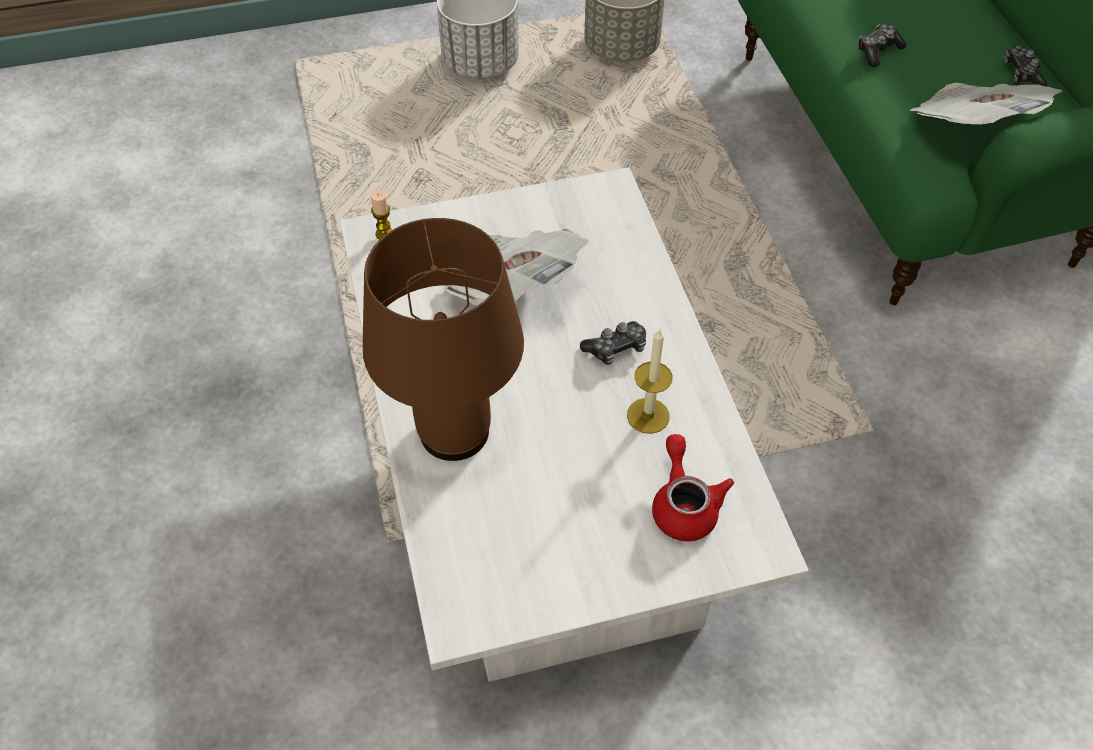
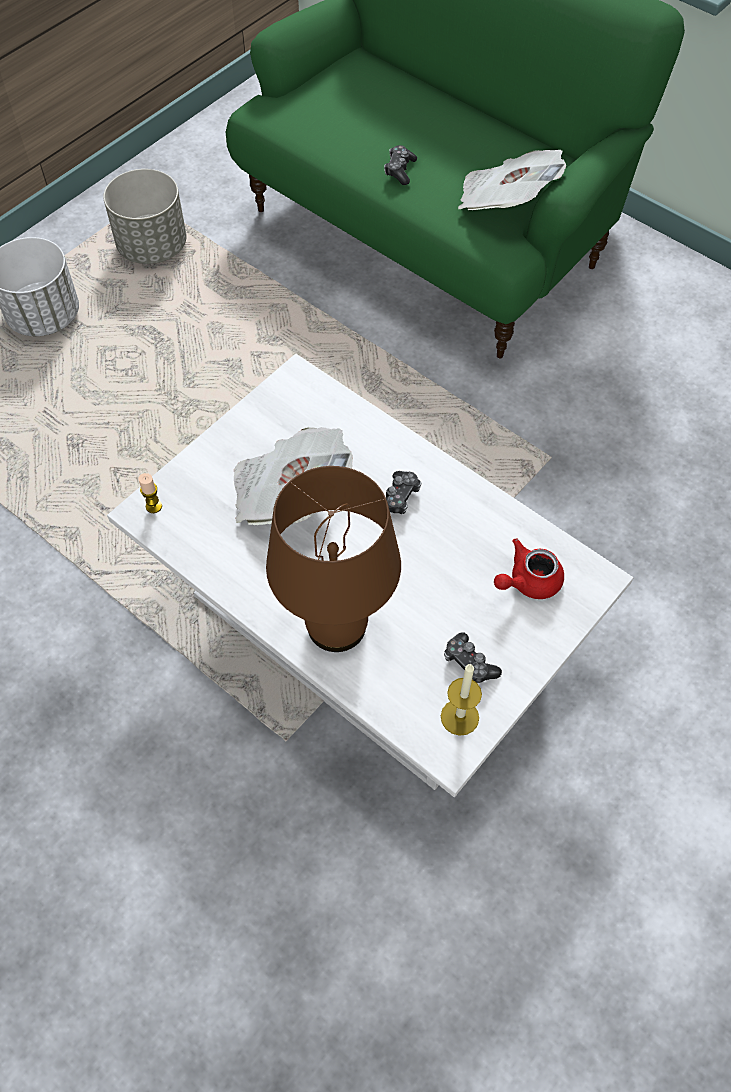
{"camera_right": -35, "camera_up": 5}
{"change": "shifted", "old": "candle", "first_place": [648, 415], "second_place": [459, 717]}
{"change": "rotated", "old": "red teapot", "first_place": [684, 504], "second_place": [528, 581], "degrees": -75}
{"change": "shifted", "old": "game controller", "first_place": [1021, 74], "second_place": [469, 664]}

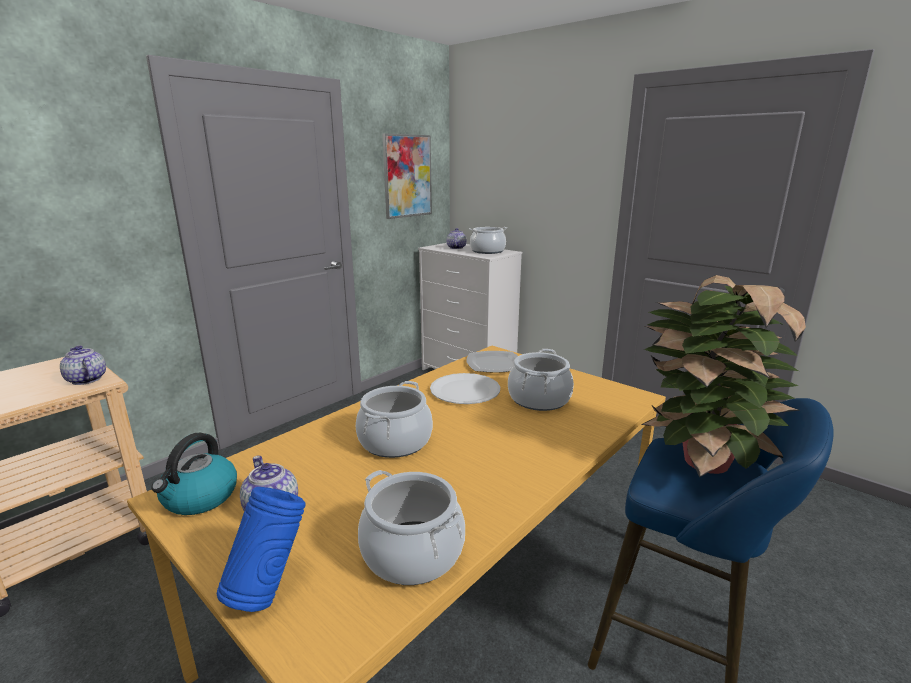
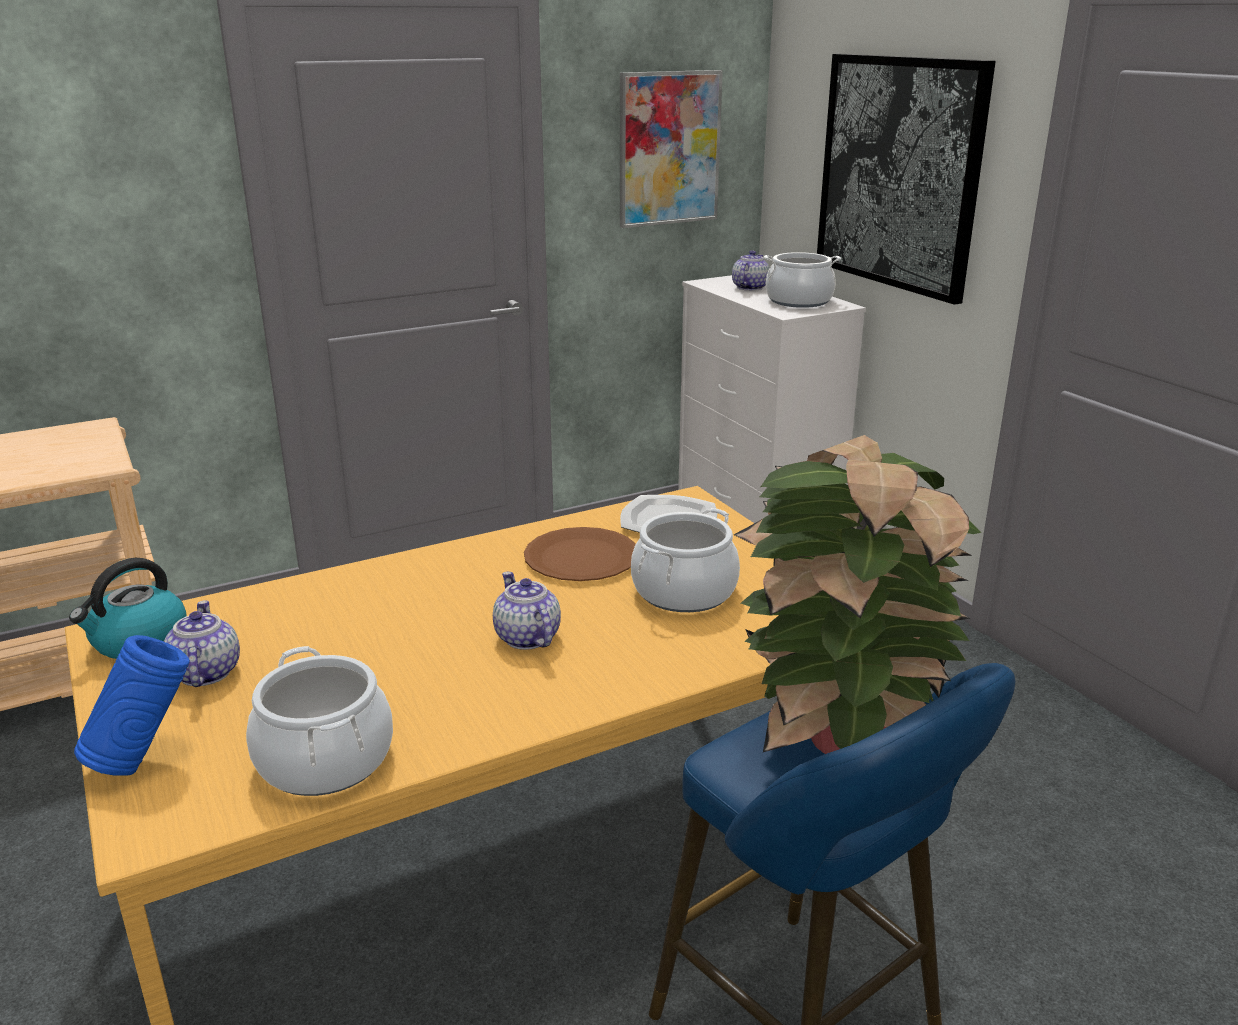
{"camera_right": 20, "camera_up": 5}
{"change": "shifted", "old": "teapot", "first_place": [86, 380], "second_place": [526, 637]}
{"change": "gone", "old": "cooking pot", "first_place": [395, 441]}
{"change": "repainted", "old": "white plate", "new": "brown plate", "first_place": [465, 390], "second_place": [581, 557]}
{"change": "new", "new": "picture", "second_place": [899, 173]}

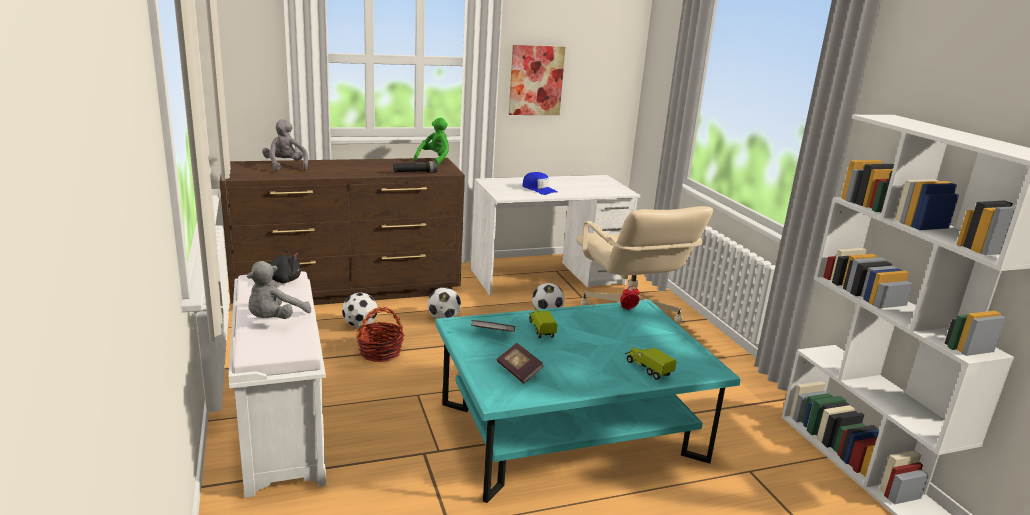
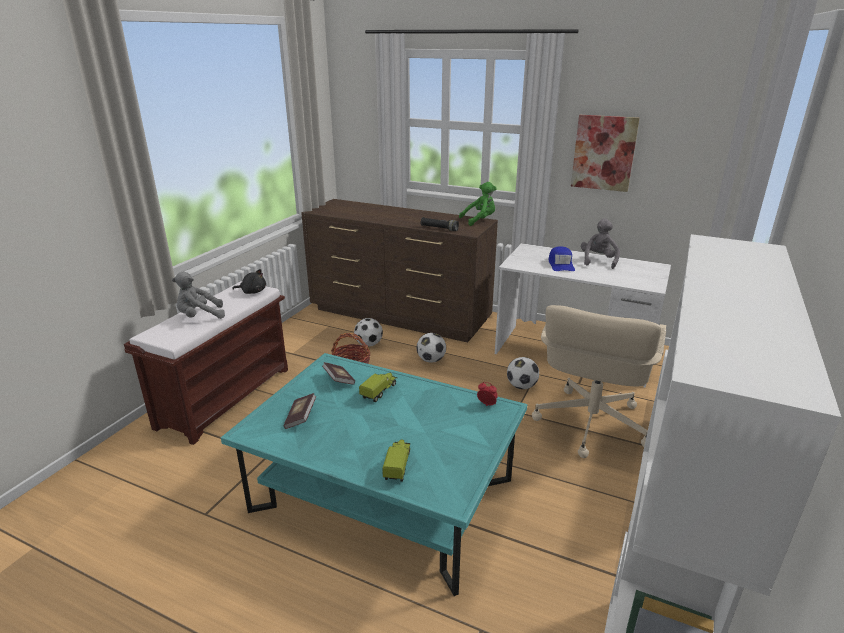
{"camera_right": 45, "camera_up": 5}
{"change": "repainted", "old": "white bench", "new": "brown bench", "first_place": [281, 429], "second_place": [226, 396]}
{"change": "shifted", "old": "grey plush toy", "first_place": [285, 166], "second_place": [598, 261]}

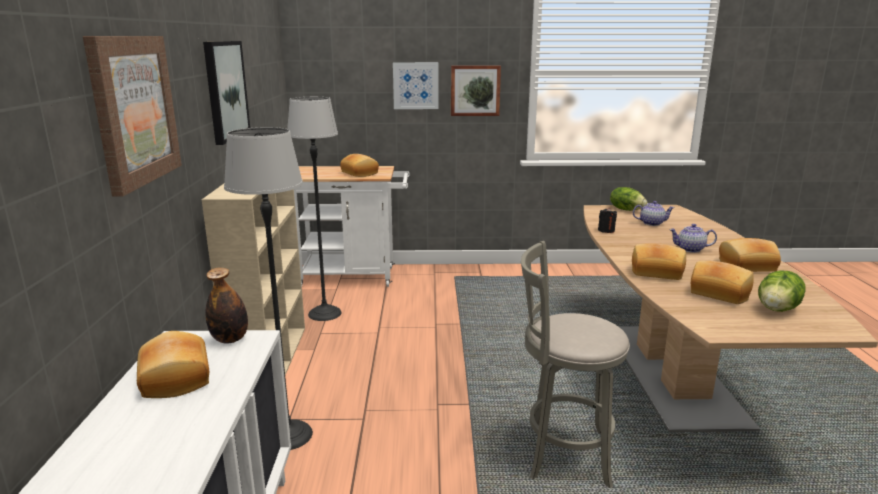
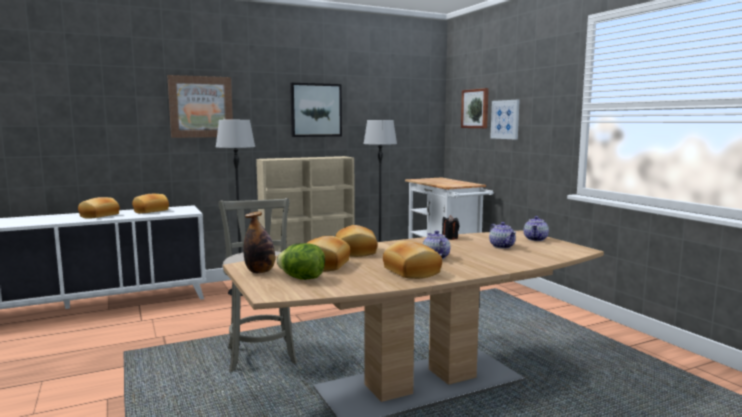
{"camera_right": 65, "camera_up": -10}
{"change": "shifted", "old": "bottle", "first_place": [230, 339], "second_place": [260, 272]}
{"change": "shifted", "old": "bread", "first_place": [360, 173], "second_place": [100, 216]}
{"change": "shifted", "old": "picture", "first_place": [475, 90], "second_place": [475, 108]}
{"change": "swapped", "old": "lettuce", "new": "teapot", "first_place": [626, 209], "second_place": [536, 239]}

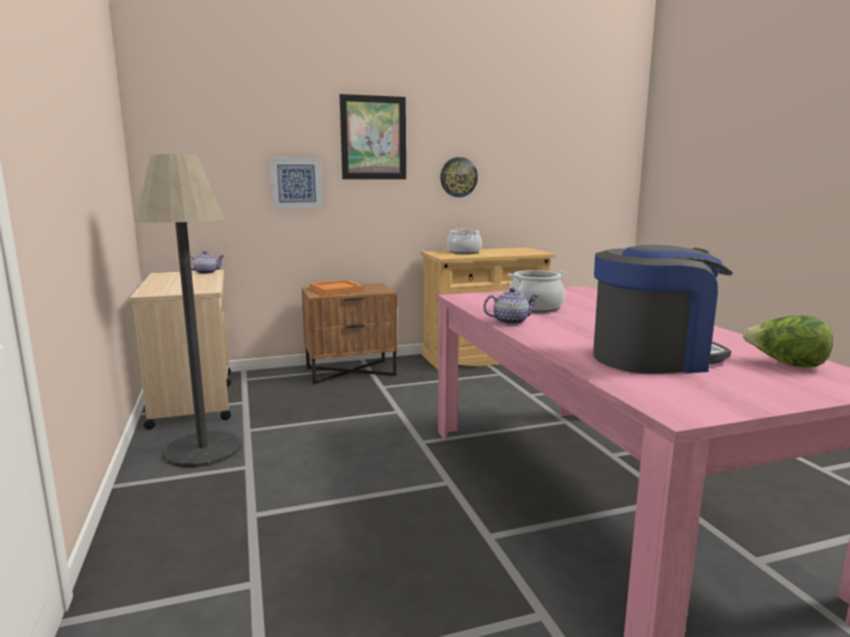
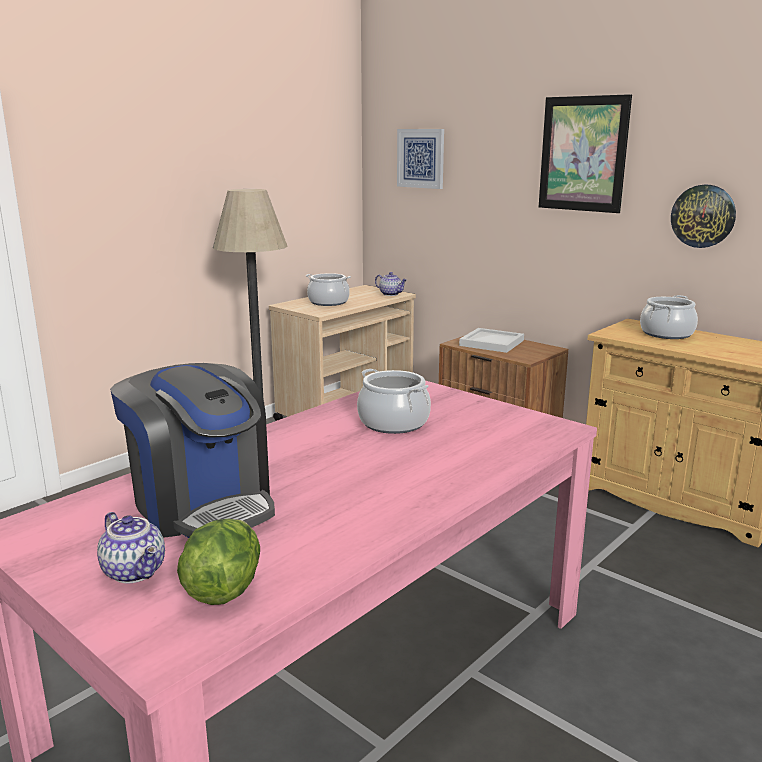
{"camera_right": 60, "camera_up": 5}
{"change": "shifted", "old": "picture", "first_place": [296, 183], "second_place": [421, 158]}
{"change": "repainted", "old": "orange tray", "new": "white tray", "first_place": [335, 290], "second_place": [491, 342]}
{"change": "shifted", "old": "teapot", "first_place": [510, 321], "second_place": [136, 571]}
{"change": "new", "new": "cooking pot", "second_place": [328, 302]}

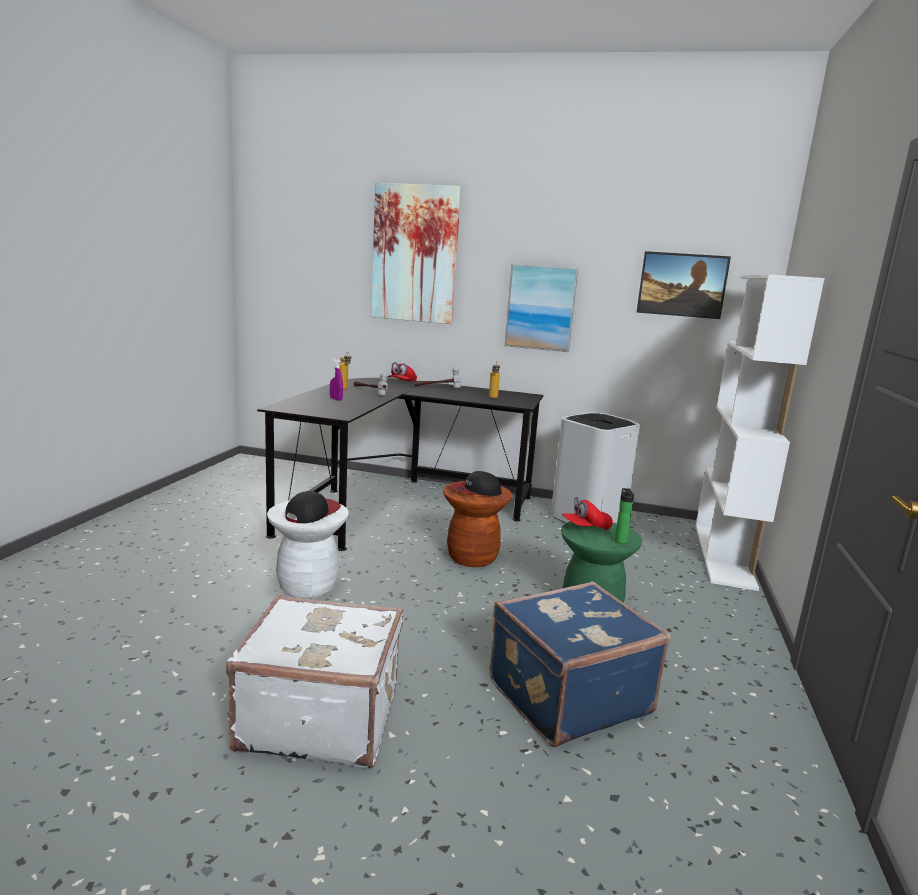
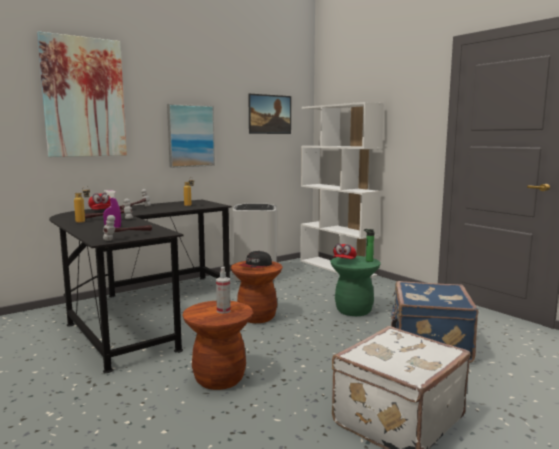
{"camera_right": -50, "camera_up": -5}
{"change": "repainted", "old": "white stool", "new": "brown stool", "first_place": [307, 587], "second_place": [219, 379]}
{"change": "swapped", "old": "cap", "new": "spray bottle", "first_place": [312, 513], "second_place": [223, 310]}
{"change": "new", "new": "hammer", "second_place": [128, 236]}

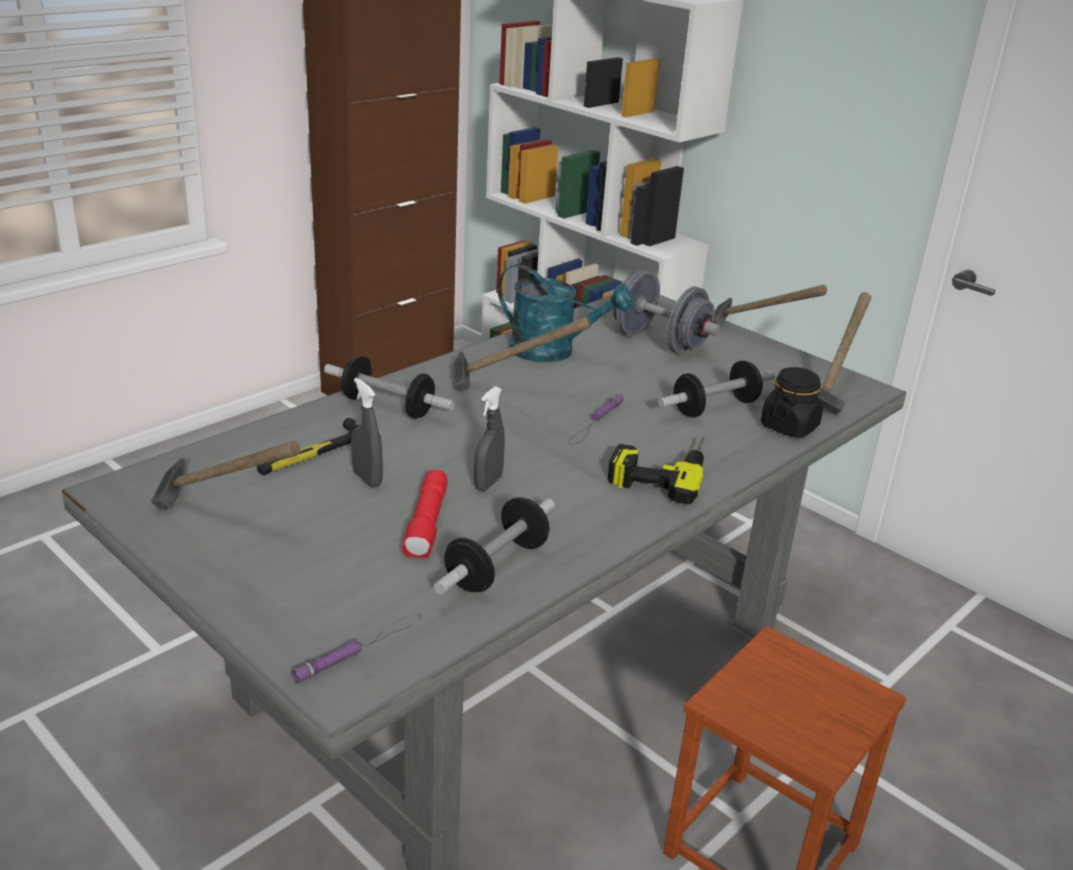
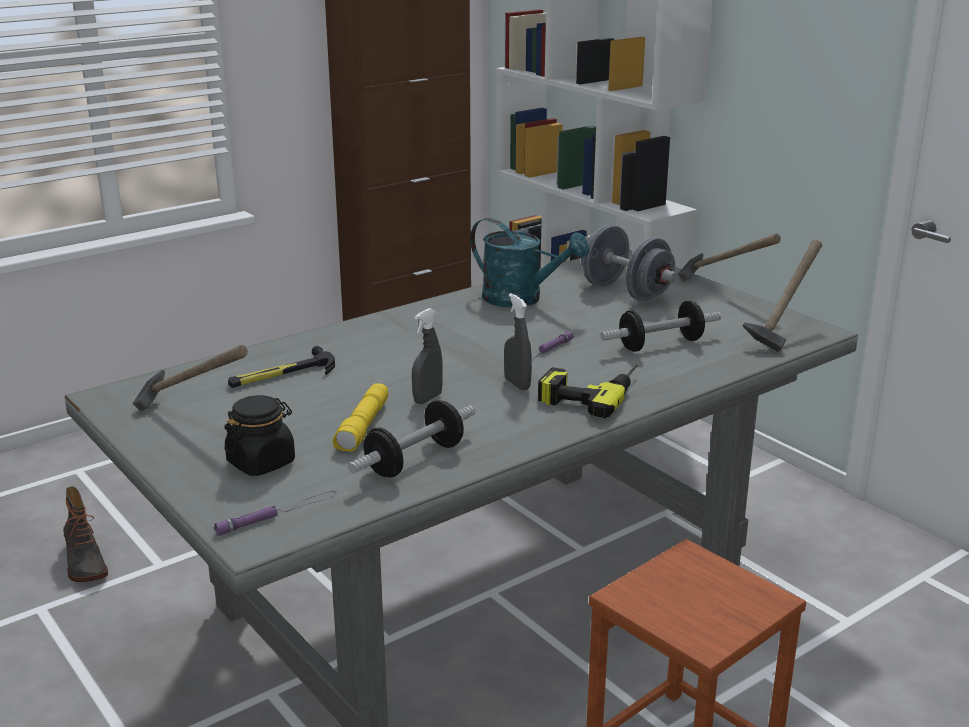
{"camera_right": 10, "camera_up": -5}
{"change": "gone", "old": "dumbbell", "first_place": [388, 406]}
{"change": "shifted", "old": "grey spray bottle", "first_place": [367, 479], "second_place": [517, 384]}
{"change": "repainted", "old": "red flashlight", "new": "yellow flashlight", "first_place": [428, 524], "second_place": [364, 428]}
{"change": "gone", "old": "hammer", "first_place": [511, 389]}
{"change": "shifted", "old": "black jar", "first_place": [789, 426], "second_place": [261, 462]}
{"change": "new", "new": "boot", "second_place": [84, 563]}

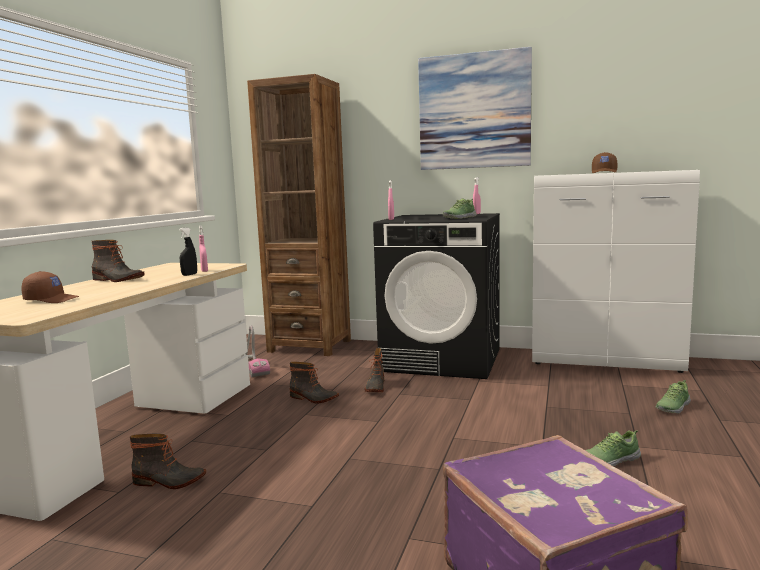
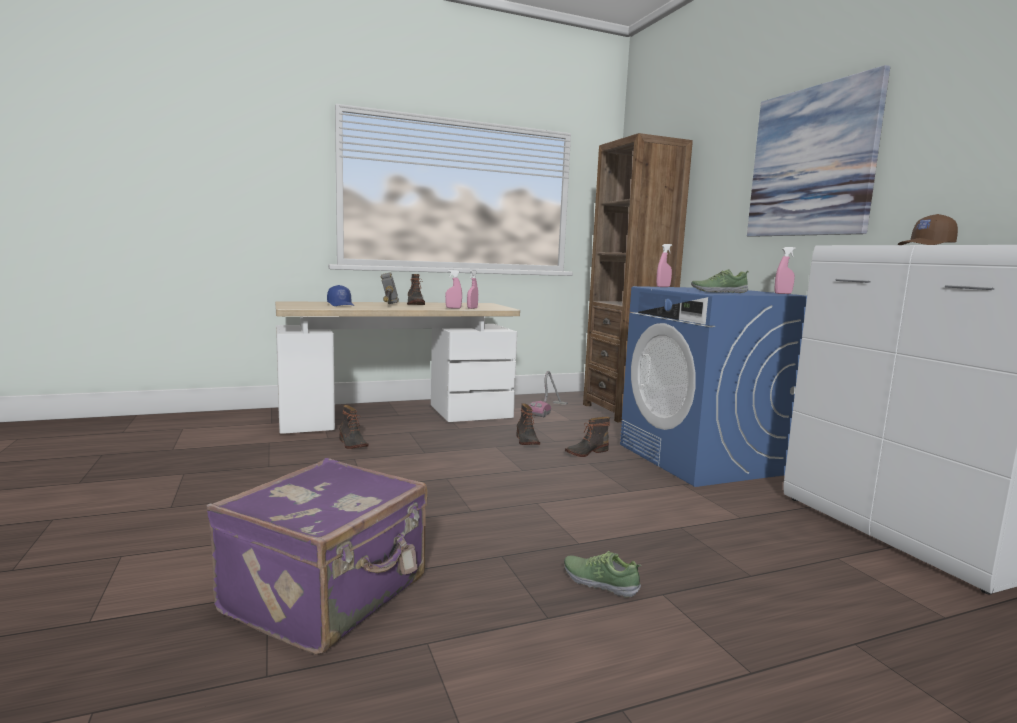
{"camera_right": 50, "camera_up": 0}
{"change": "repainted", "old": "brown cap", "new": "blue cap", "first_place": [52, 300], "second_place": [341, 305]}
{"change": "repainted", "old": "black spray bottle", "new": "pink spray bottle", "first_place": [189, 274], "second_place": [453, 308]}
{"change": "repainted", "old": "black washing machine", "new": "blue washing machine", "first_place": [443, 360], "second_place": [702, 459]}
{"change": "gone", "old": "shoe", "first_place": [672, 407]}
{"change": "new", "new": "hammer", "second_place": [388, 306]}

